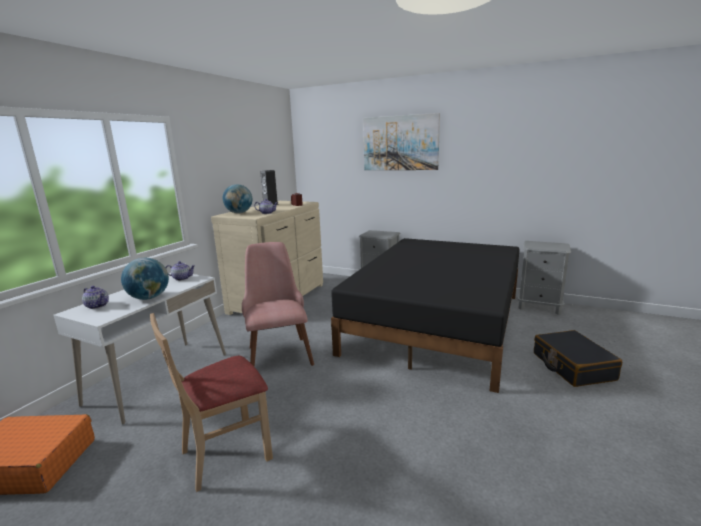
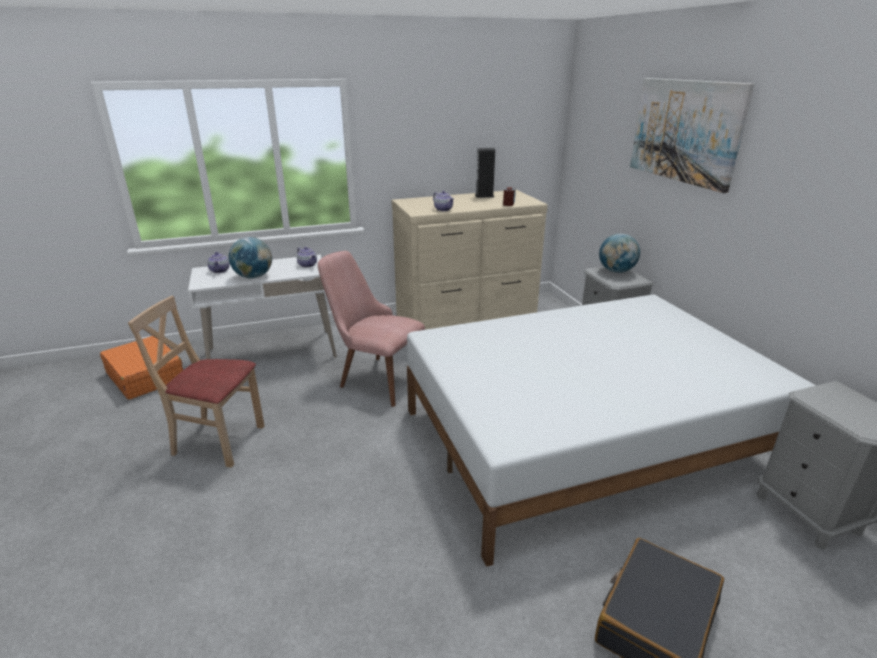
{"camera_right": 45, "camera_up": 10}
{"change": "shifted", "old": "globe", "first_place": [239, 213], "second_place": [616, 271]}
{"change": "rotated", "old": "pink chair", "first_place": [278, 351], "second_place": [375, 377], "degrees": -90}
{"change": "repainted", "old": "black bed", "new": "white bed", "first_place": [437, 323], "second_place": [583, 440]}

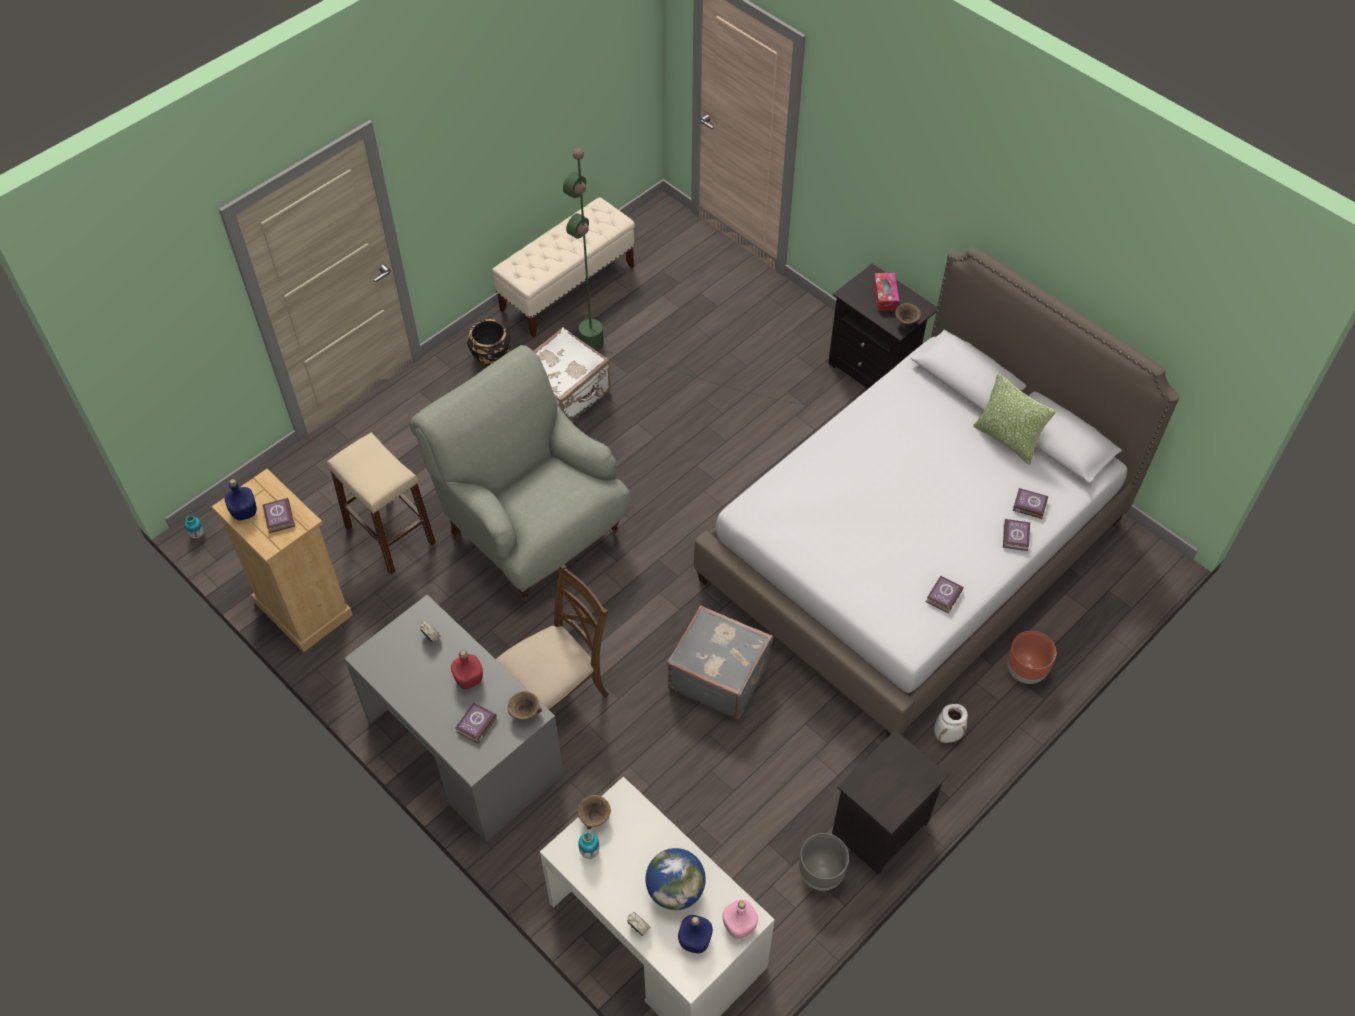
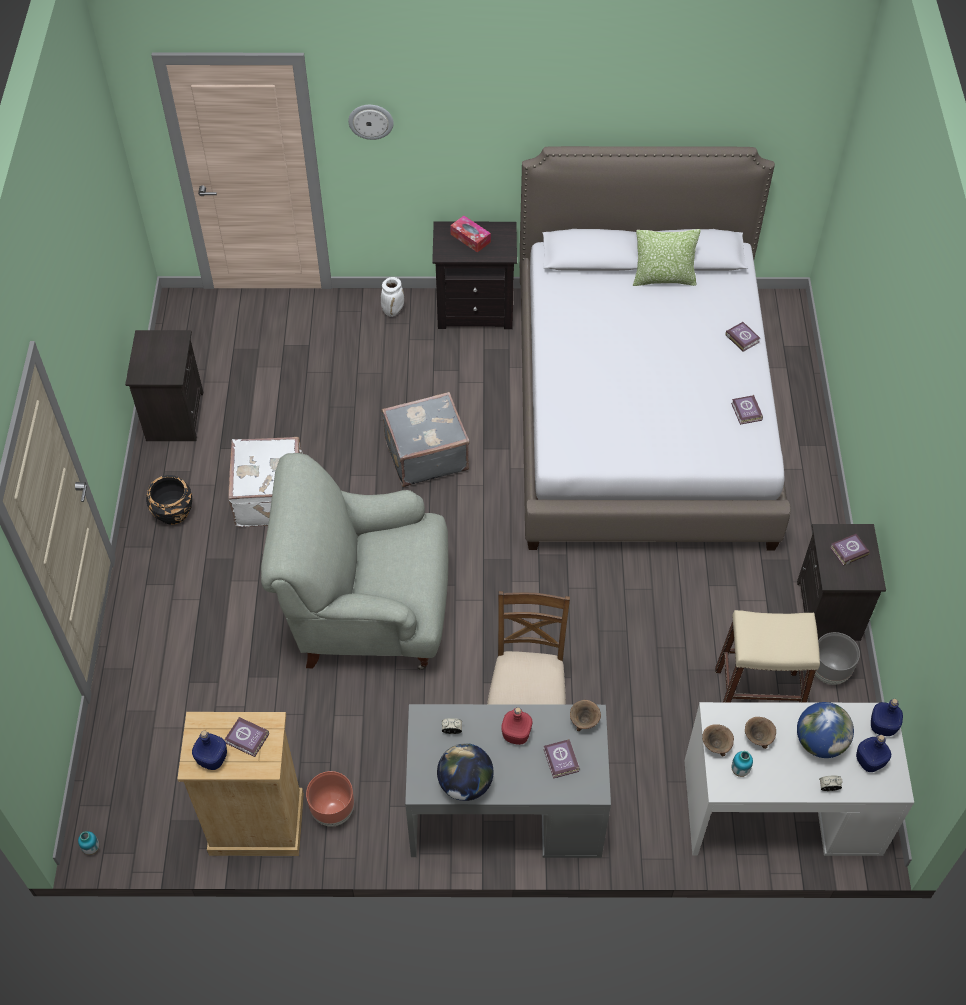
{"camera_right": -45, "camera_up": 0}
{"change": "shifted", "old": "beige stool", "first_place": [390, 535], "second_place": [757, 695]}
{"change": "swapped", "old": "beige bench", "new": "black nightstand", "first_place": [568, 288], "second_place": [173, 415]}
{"change": "gone", "old": "green floor lamp", "first_place": [652, 362]}
{"change": "shifted", "old": "grey suitcase", "first_place": [718, 675], "second_place": [425, 454]}
{"change": "repainted", "old": "pink bottle", "new": "blue bottle", "first_place": [739, 926], "second_place": [883, 726]}
{"change": "shifted", "old": "brown bowl", "first_place": [906, 322], "second_place": [757, 737]}
{"change": "shifted", "old": "white vase", "first_place": [947, 735], "second_place": [393, 311]}
{"change": "shifted", "old": "brown planter", "first_place": [1025, 672], "second_place": [333, 811]}
{"change": "shifted", "old": "book", "first_place": [1029, 504], "second_place": [847, 551]}
{"change": "new", "new": "wall clock", "second_place": [371, 121]}
{"change": "new", "new": "globe", "second_place": [465, 784]}

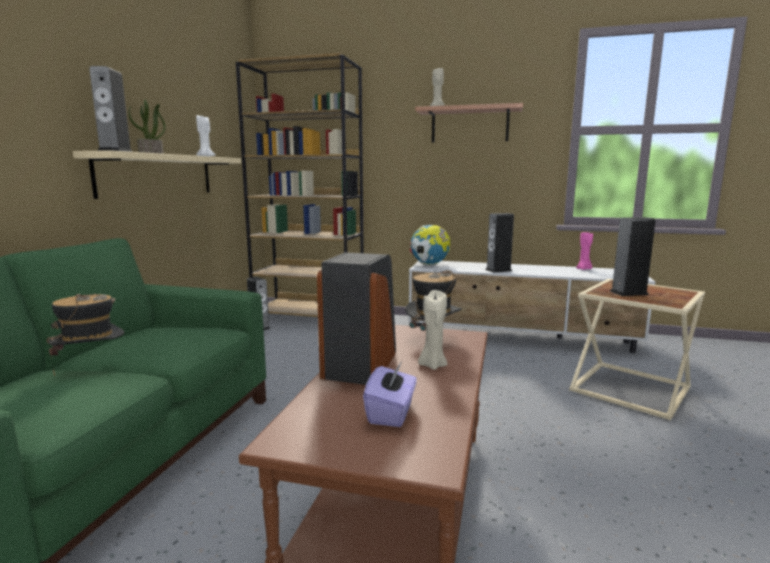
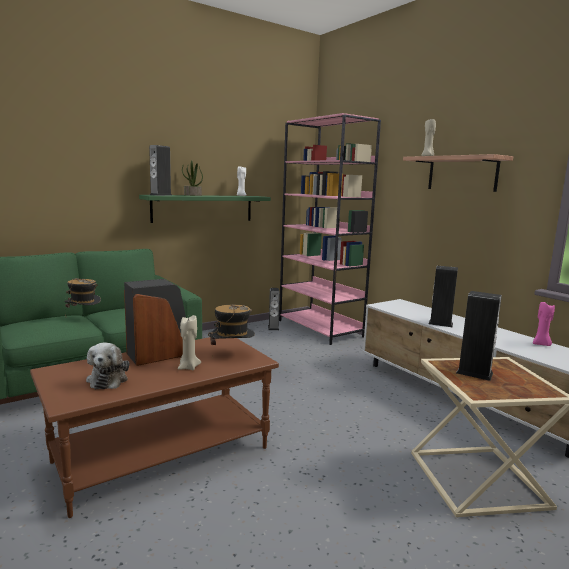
{"camera_right": 40, "camera_up": 0}
{"change": "repainted", "old": "beige shelf", "new": "green shelf", "first_place": [158, 175], "second_place": [203, 208]}
{"change": "repainted", "old": "brown bookcase", "new": "pink bookcase", "first_place": [310, 316], "second_place": [320, 328]}
{"change": "swapped", "old": "purple tissue box", "new": "plush toy", "first_place": [391, 413], "second_place": [108, 379]}
{"change": "gone", "old": "globe", "first_place": [429, 265]}

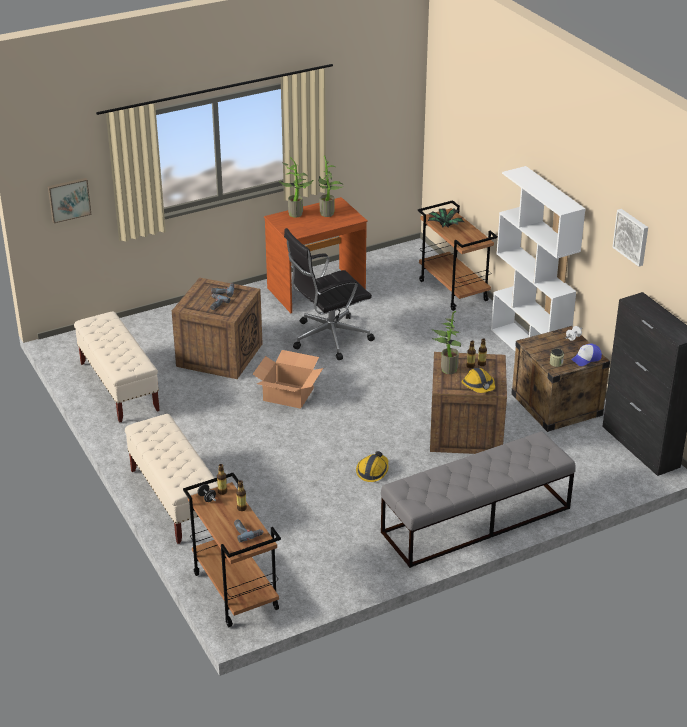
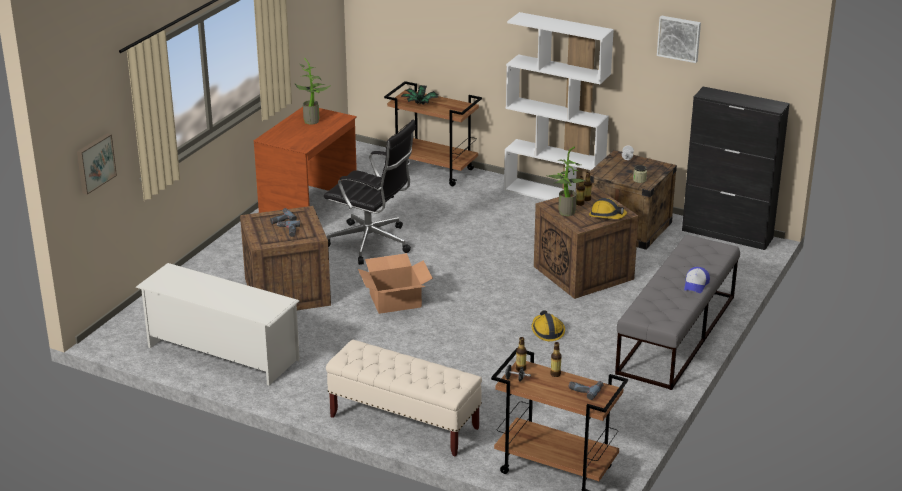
{"camera_right": -35, "camera_up": -5}
{"change": "swapped", "old": "beige bench", "new": "white shoe rack", "first_place": [119, 387], "second_place": [222, 353]}
{"change": "gone", "old": "potted plant", "first_place": [297, 213]}
{"change": "rotated", "old": "black office chair", "first_place": [328, 338], "second_place": [372, 243], "degrees": -90}
{"change": "shifted", "old": "cap", "first_place": [586, 359], "second_place": [696, 284]}

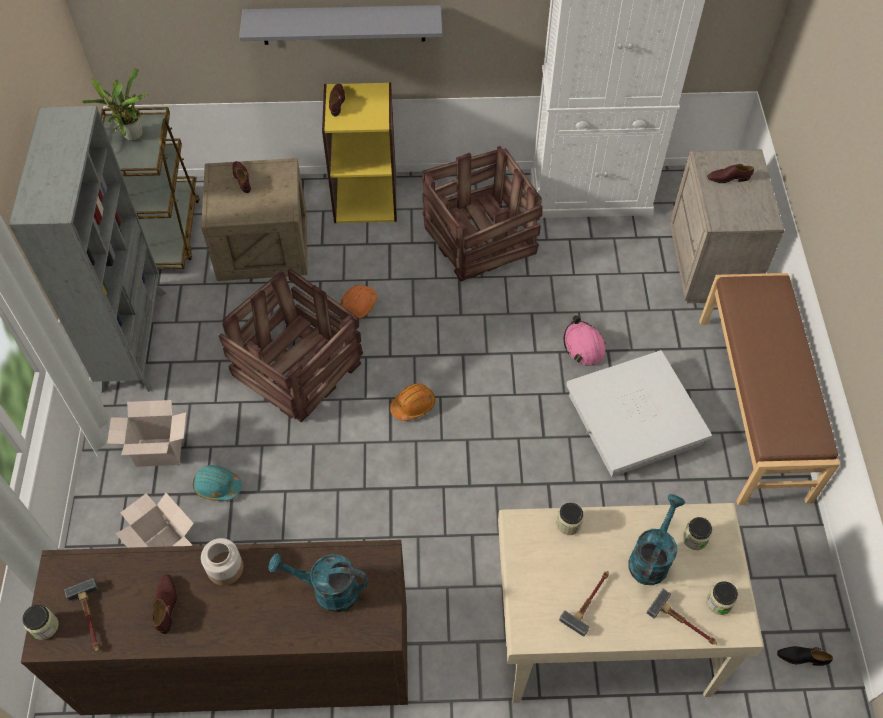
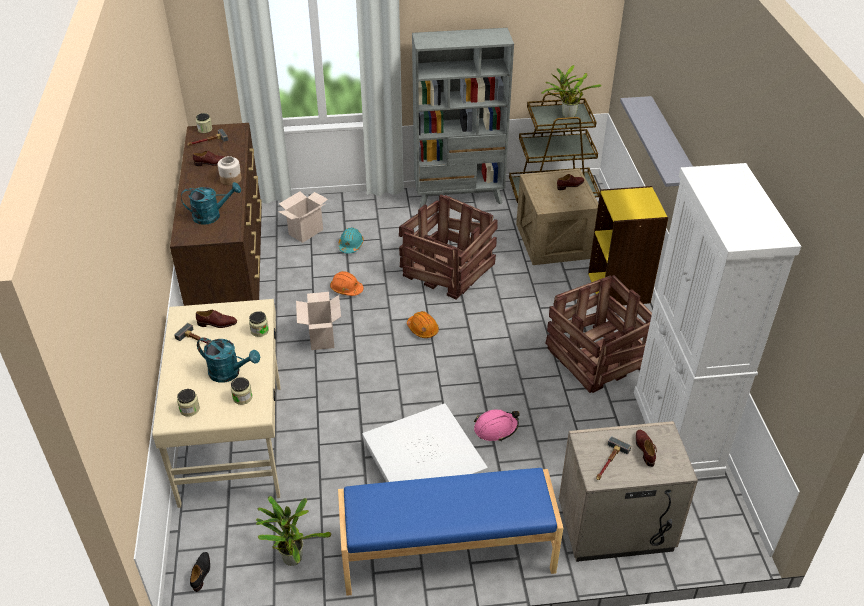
{"camera_right": 85, "camera_up": -15}
{"change": "shifted", "old": "cardboard box", "first_place": [157, 453], "second_place": [321, 337]}
{"change": "rotated", "old": "turquoise watering can", "first_place": [327, 590], "second_place": [212, 216], "degrees": 75}
{"change": "shifted", "old": "brown shoe", "first_place": [337, 102], "second_place": [217, 324]}
{"change": "shifted", "old": "orange hard hat", "first_place": [358, 306], "second_place": [346, 289]}
{"change": "shifted", "old": "hammer", "first_place": [684, 623], "second_place": [608, 463]}
{"change": "repainted", "old": "brown bench", "new": "blue bench", "first_place": [754, 406], "second_place": [447, 555]}
{"change": "new", "new": "potted plant", "second_place": [291, 556]}

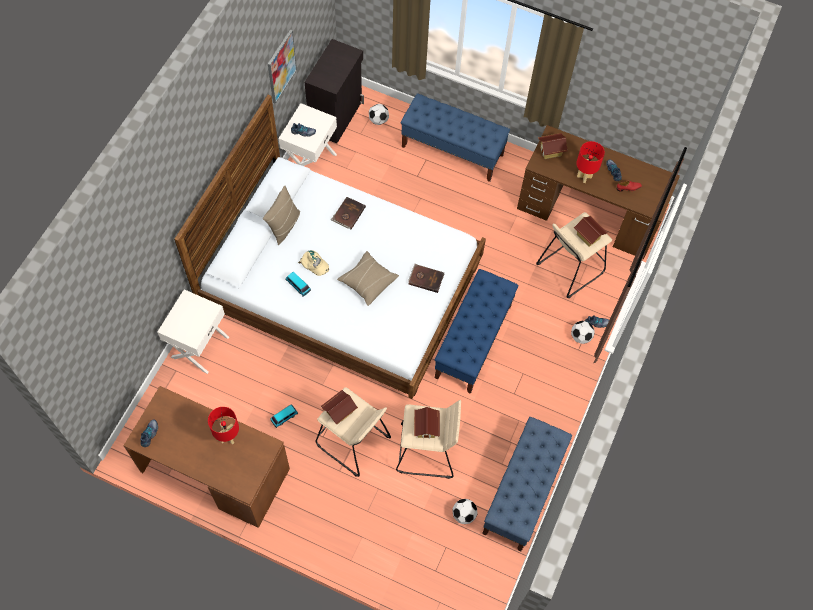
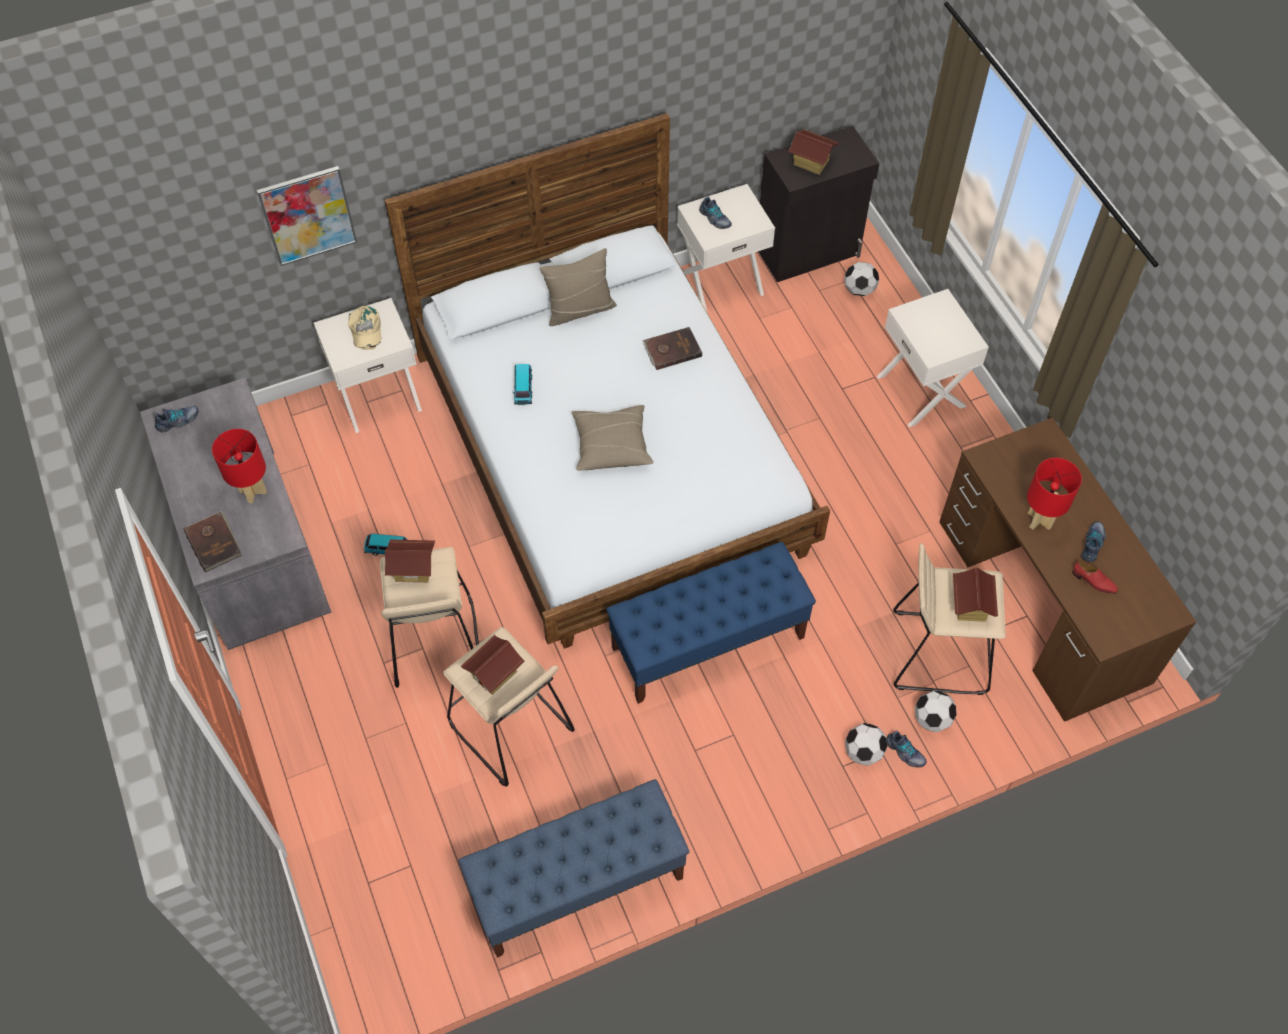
{"camera_right": 45, "camera_up": -5}
{"change": "repainted", "old": "brown desk", "new": "grey desk", "first_place": [214, 471], "second_place": [249, 545]}
{"change": "shifted", "old": "picture", "first_place": [281, 66], "second_place": [308, 215]}
{"change": "shifted", "old": "beige cap", "first_place": [314, 264], "second_place": [365, 330]}
{"change": "swapped", "old": "blue bench", "new": "white nightstand", "first_place": [453, 151], "second_place": [922, 390]}
{"change": "shifted", "old": "brown book", "first_place": [426, 278], "second_place": [214, 542]}
{"change": "shifted", "old": "football", "first_place": [463, 514], "second_place": [932, 719]}
{"change": "shifted", "old": "toy house", "first_place": [551, 151], "second_place": [811, 162]}

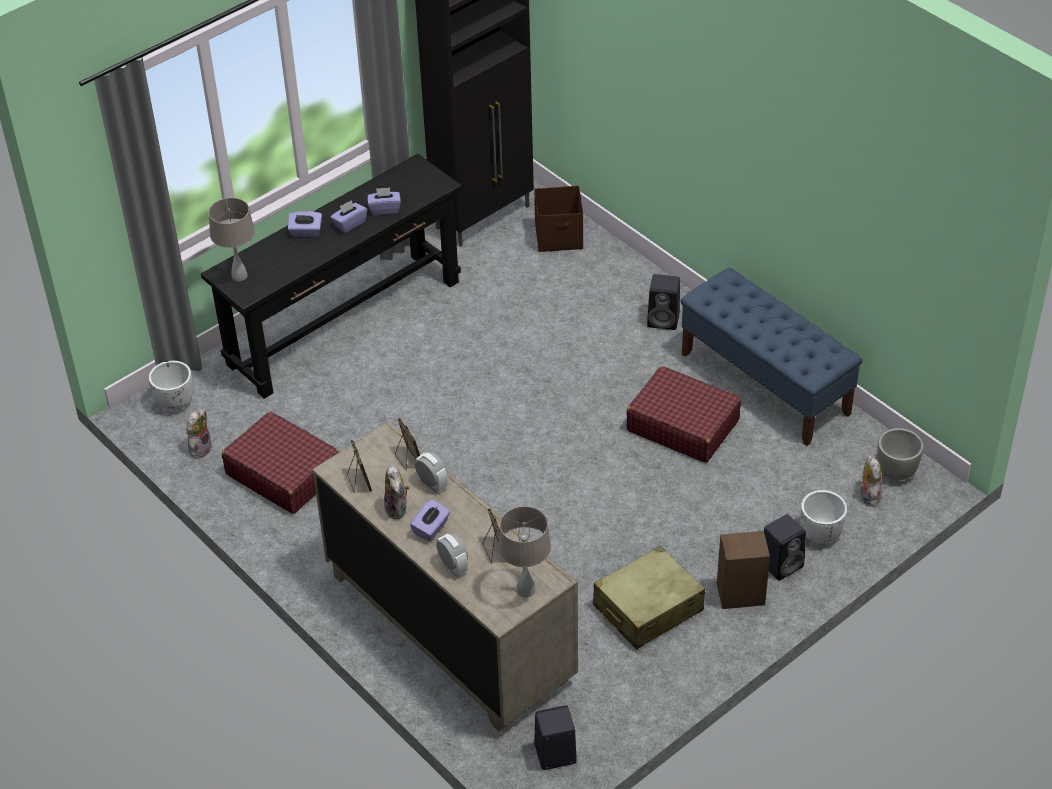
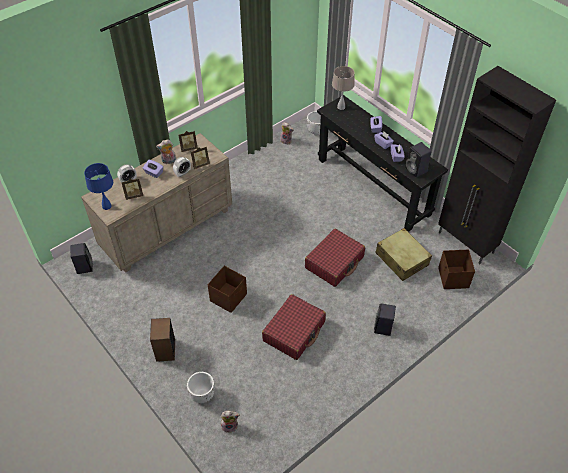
{"camera_right": 90, "camera_up": 5}
{"change": "shifted", "old": "red suitcase", "first_place": [283, 473], "second_place": [334, 262]}
{"change": "repainted", "old": "beige table lamp", "new": "blue table lamp", "first_place": [526, 590], "second_place": [106, 206]}
{"change": "shifted", "old": "beige suitcase", "first_place": [647, 608], "second_place": [401, 259]}
{"change": "gone", "old": "blue bench", "first_place": [765, 384]}
{"change": "shifted", "old": "black speaker", "first_place": [782, 564], "second_place": [416, 170]}
{"change": "gone", "old": "grey planter", "first_place": [895, 472]}
{"change": "new", "new": "brown storage box", "second_place": [229, 297]}

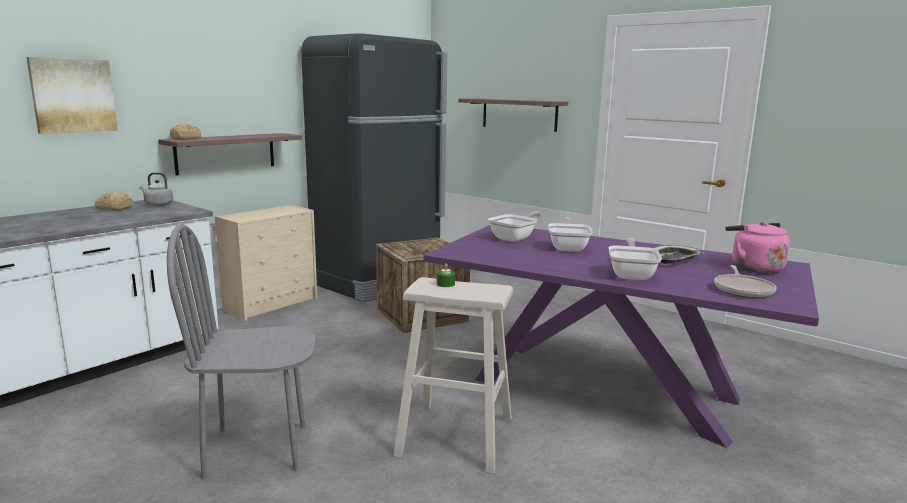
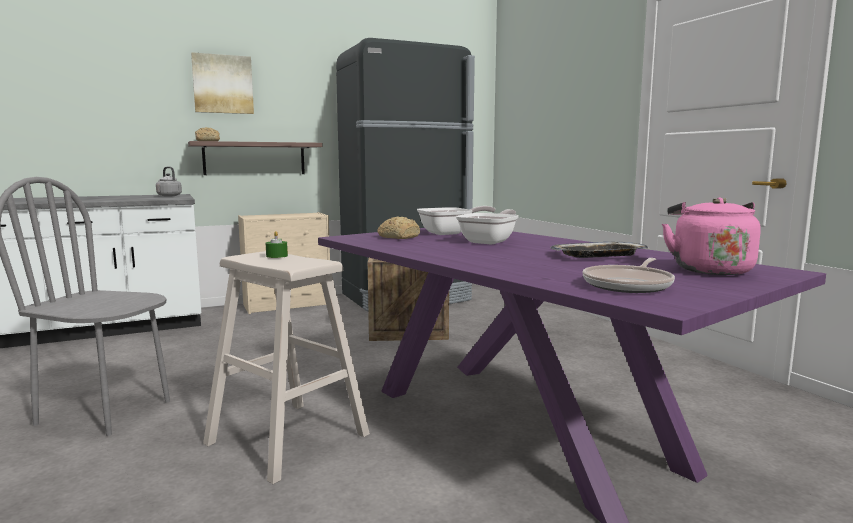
{"camera_right": 25, "camera_up": -5}
{"change": "shifted", "old": "picture", "first_place": [73, 95], "second_place": [223, 84]}
{"change": "shifted", "old": "bread", "first_place": [114, 208], "second_place": [398, 237]}
{"change": "gone", "old": "shelf", "first_place": [519, 114]}
{"change": "gone", "old": "frying pan", "first_place": [632, 274]}

